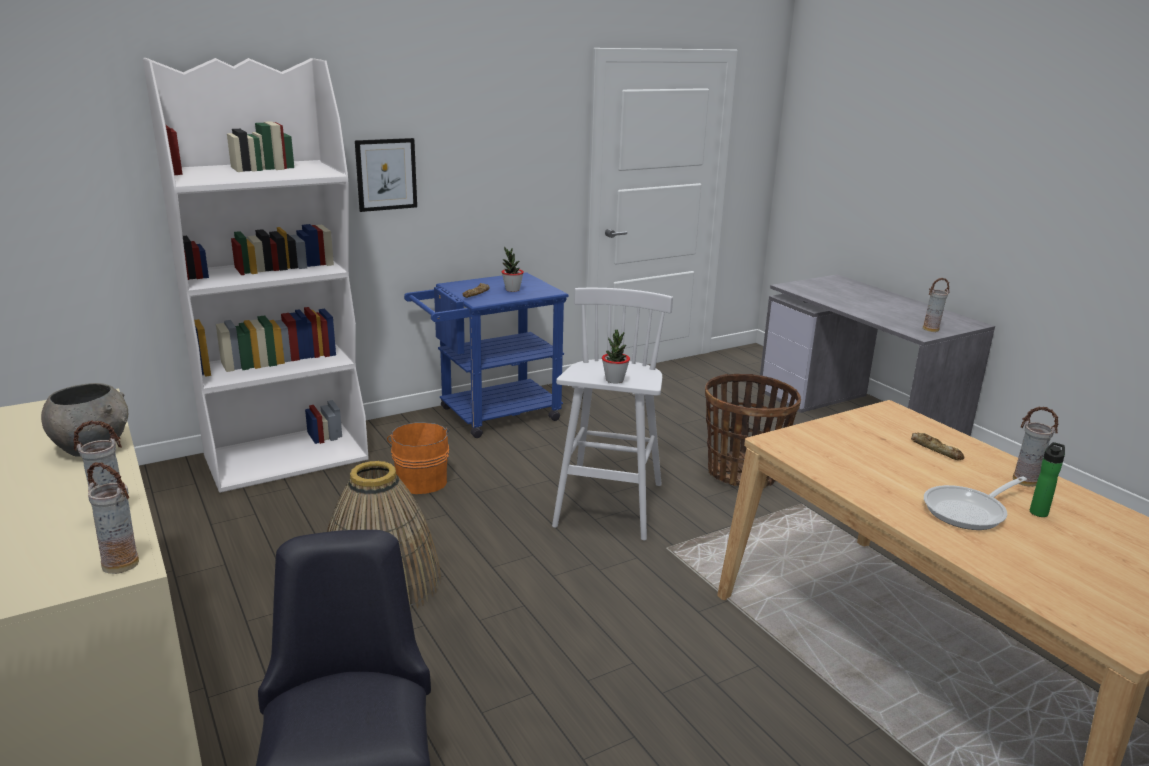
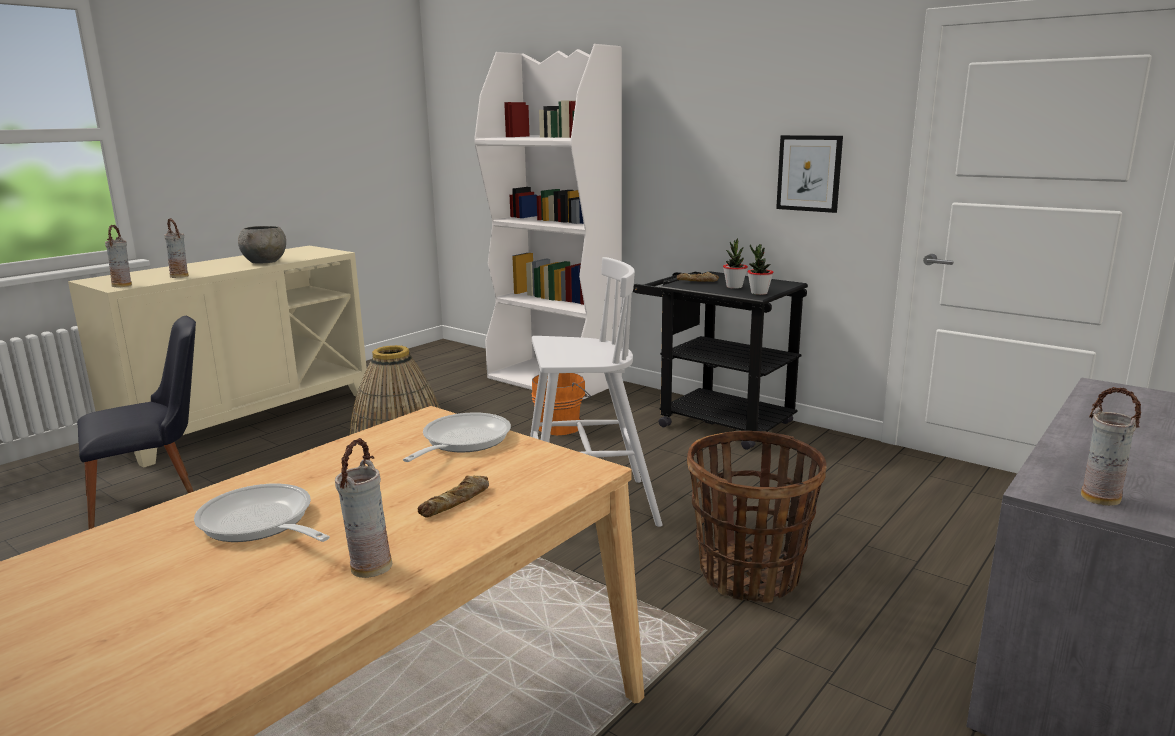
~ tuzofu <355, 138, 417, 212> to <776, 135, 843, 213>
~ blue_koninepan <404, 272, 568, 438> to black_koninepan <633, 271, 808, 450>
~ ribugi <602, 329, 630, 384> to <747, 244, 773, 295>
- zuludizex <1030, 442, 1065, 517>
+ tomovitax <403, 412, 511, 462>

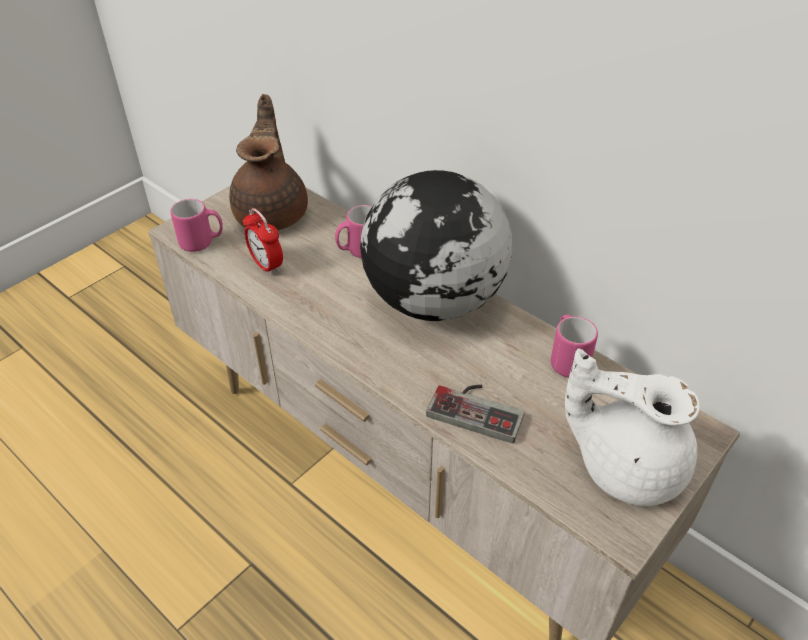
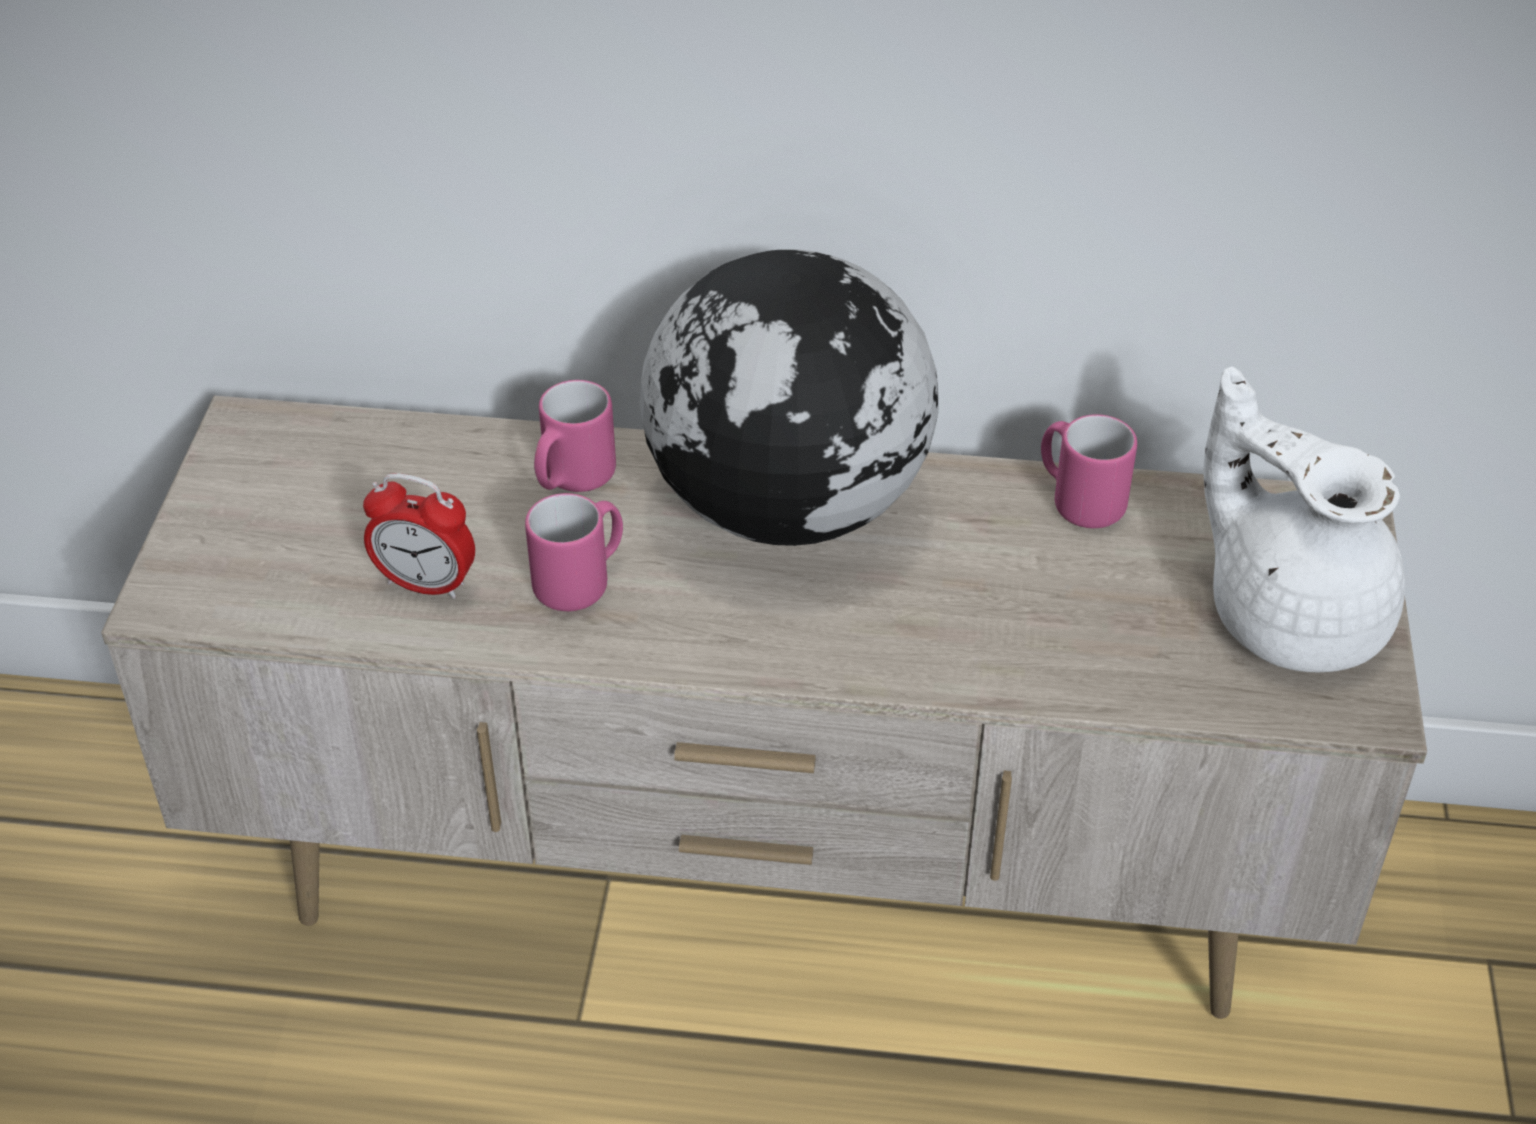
~ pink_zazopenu <170, 199, 223, 252> to <525, 493, 623, 611>
- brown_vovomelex <229, 94, 308, 230>
- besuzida <426, 385, 524, 444>
~ white_vovomelex <565, 348, 700, 506> = <1203, 367, 1405, 672> 60 degrees clockwise

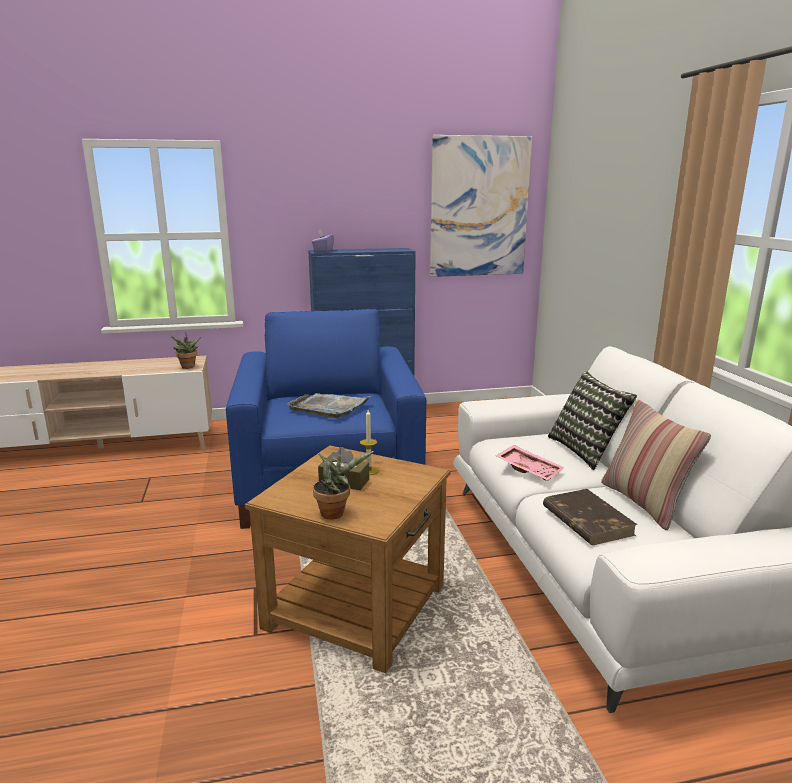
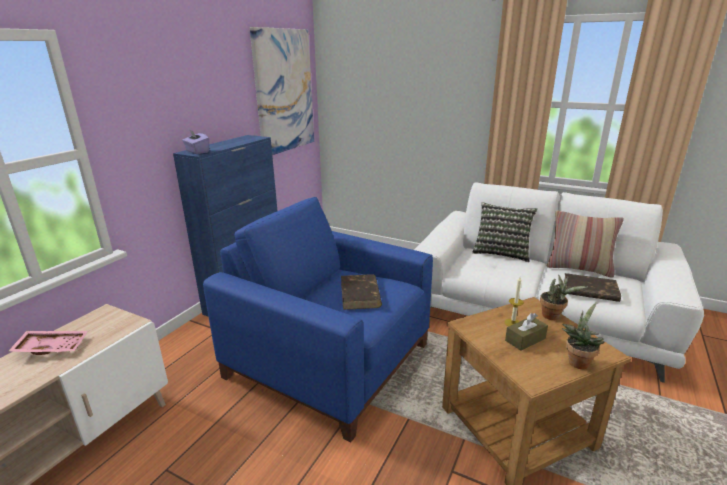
~ ribugi <171, 332, 201, 369> to <540, 275, 587, 320>
~ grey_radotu <287, 393, 371, 418> to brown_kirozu <341, 274, 382, 310>
~ pink_radotu <496, 445, 565, 481> to <8, 331, 88, 355>

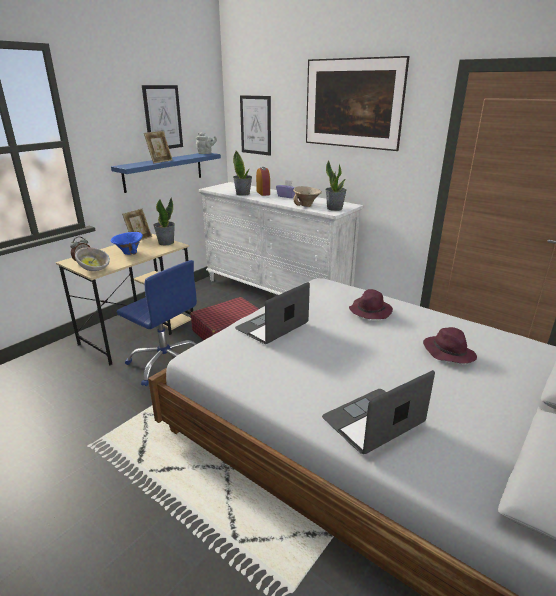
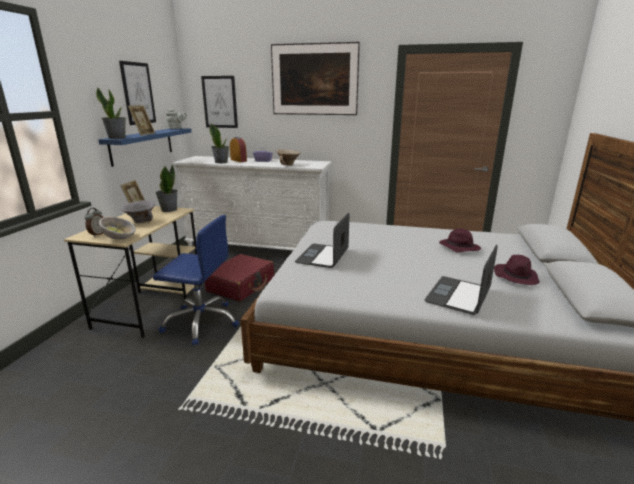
~ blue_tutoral <111, 232, 143, 255> to grey_tutoral <121, 200, 155, 223>
~ ribugi <325, 161, 347, 211> to <96, 87, 126, 139>
~ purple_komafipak <349, 289, 393, 319> to <494, 255, 540, 285>

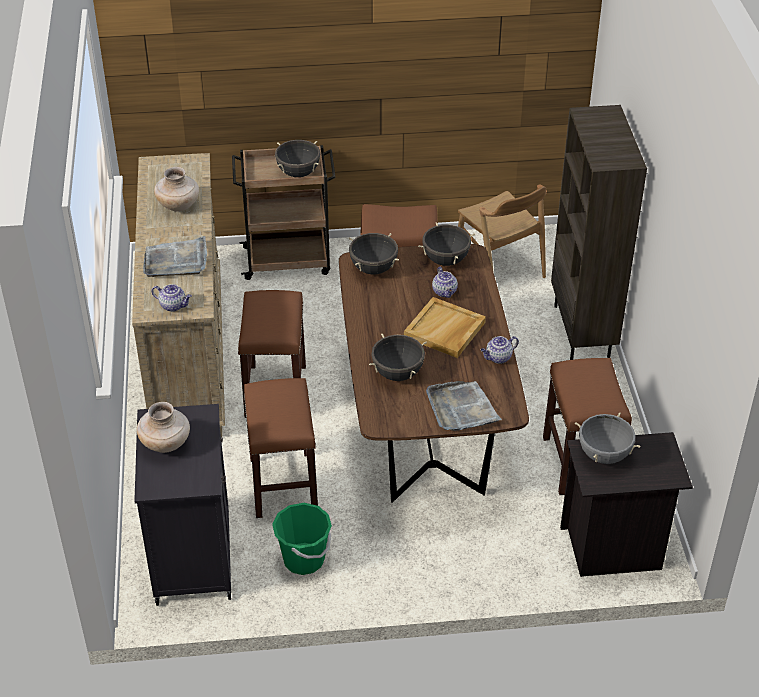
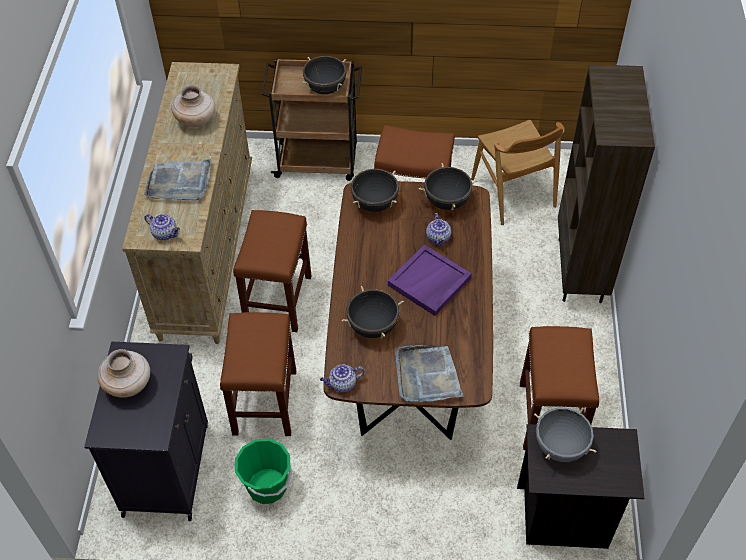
~ beige_radotu <404, 297, 486, 358> to purple_radotu <388, 244, 472, 316>
~ vovomelex <481, 336, 519, 364> to <320, 364, 364, 393>

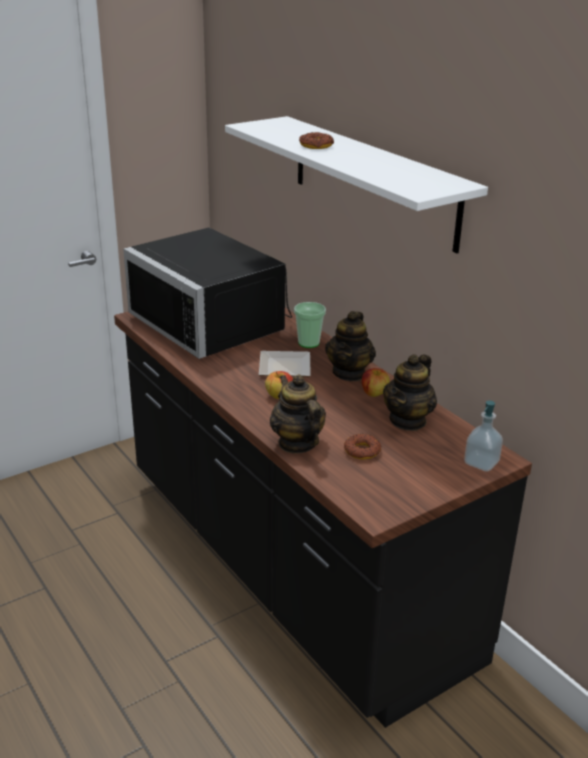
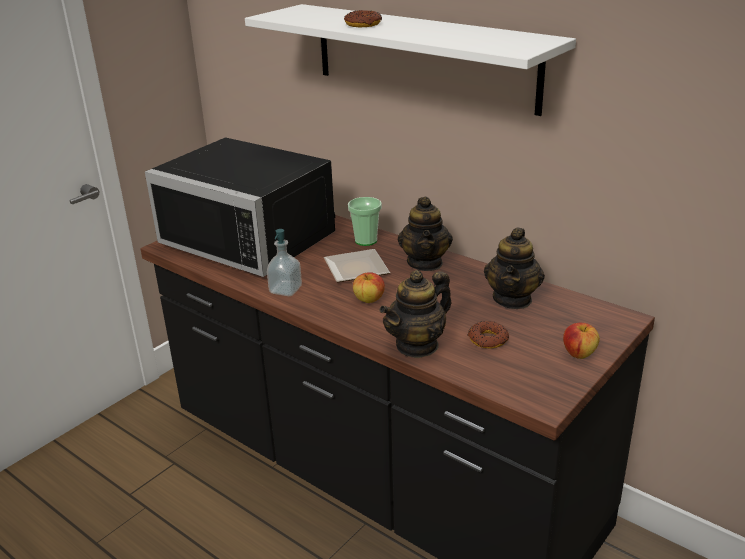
~ vovomelex <270, 374, 326, 454> = <379, 270, 452, 358> 90 degrees counterclockwise
~ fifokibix <362, 368, 390, 397> to <563, 323, 600, 359>
~ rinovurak <464, 401, 503, 472> to <267, 229, 302, 296>

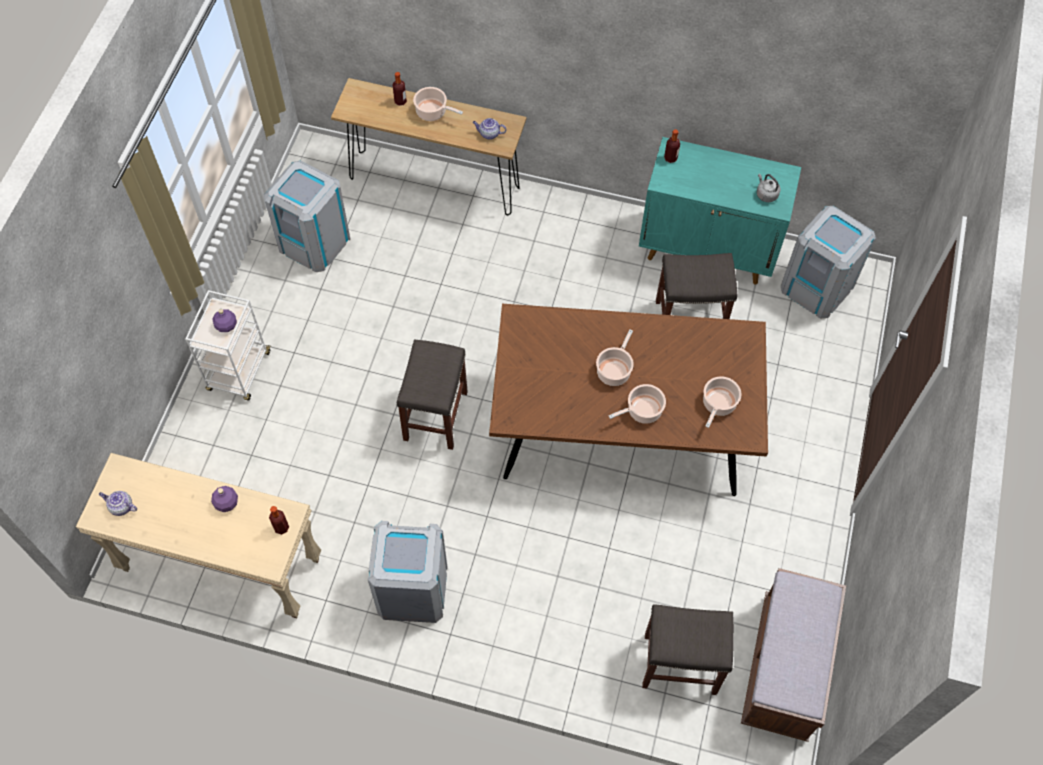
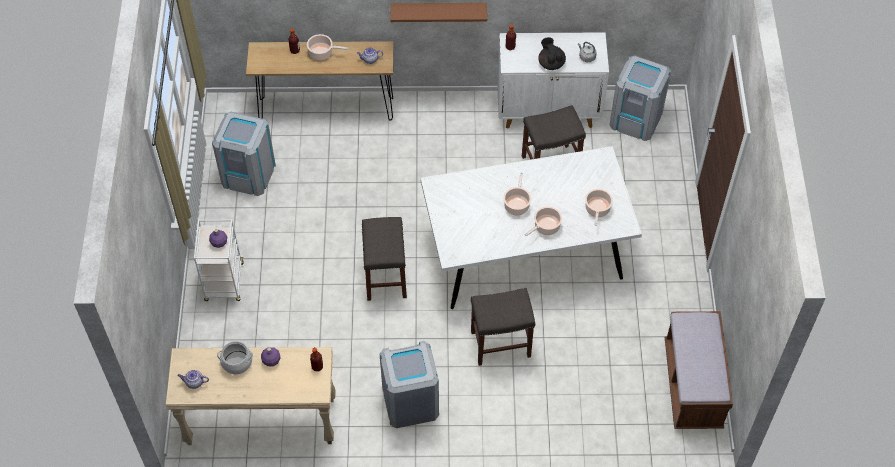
~ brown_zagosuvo <489, 304, 768, 496> to white_zagosuvo <420, 146, 642, 309>
~ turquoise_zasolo <639, 137, 801, 285> to white_zasolo <497, 32, 609, 129>
~ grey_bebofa <642, 604, 734, 695> to <471, 288, 535, 366>
+ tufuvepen <217, 341, 253, 375>
+ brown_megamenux <390, 3, 487, 22>
+ black_vovomelex <538, 37, 566, 70>

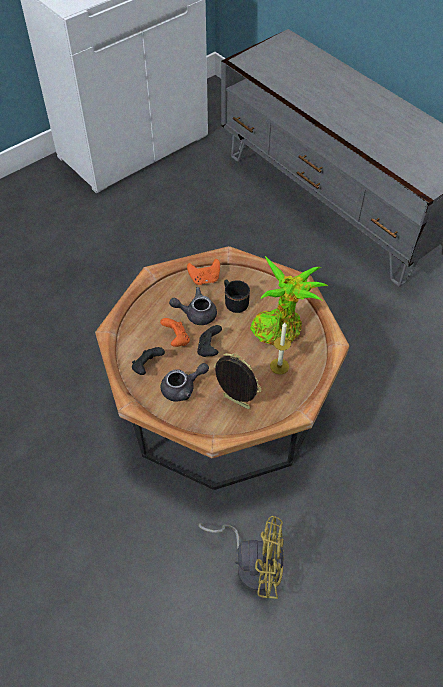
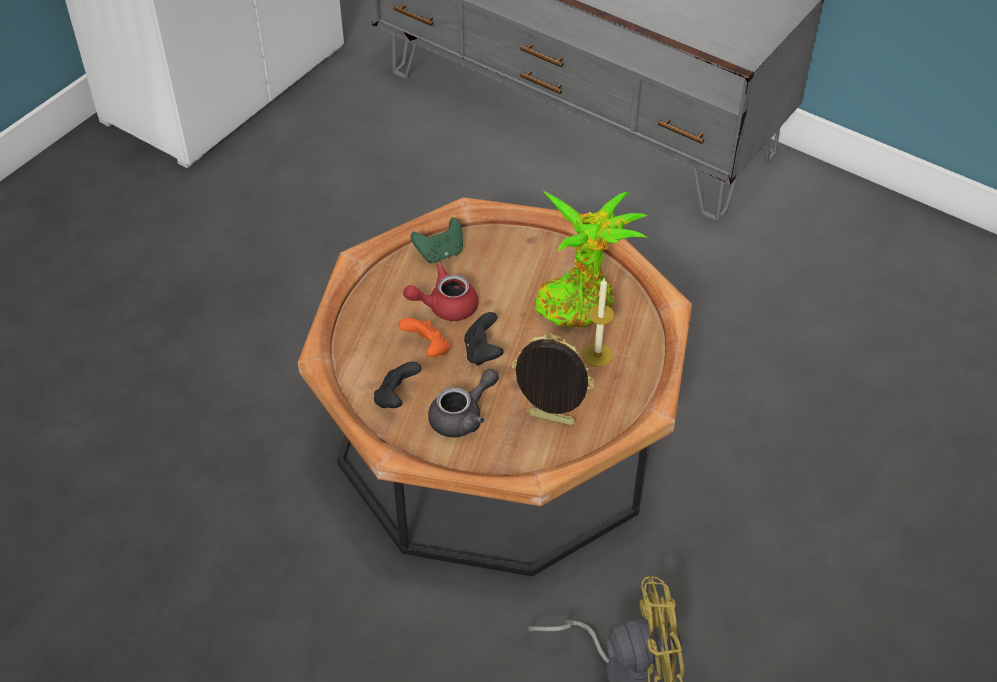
~ grey_vovomelex <169, 287, 217, 325> to red_vovomelex <403, 264, 478, 321>
~ orange_besuzida <187, 259, 220, 285> to green_besuzida <411, 217, 463, 263>
- black_zazopenu <224, 279, 250, 313>

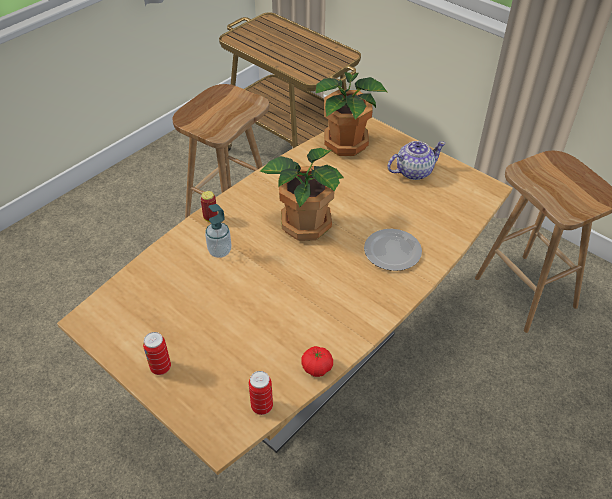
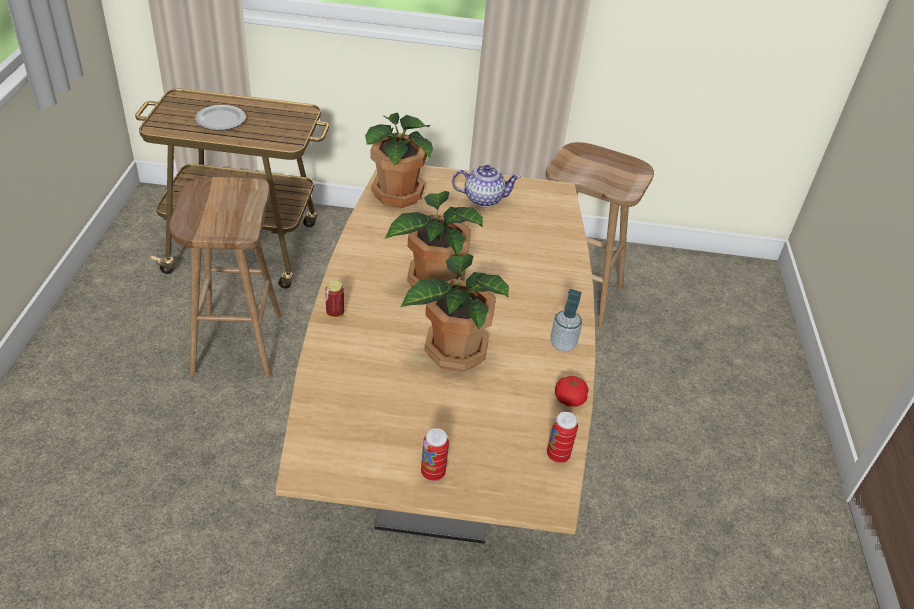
~ rinovurak <205, 204, 231, 258> to <550, 289, 582, 352>
~ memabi <364, 229, 422, 271> to <195, 105, 246, 130>
~ vovomelex <387, 141, 446, 180> = <452, 165, 521, 207> 60 degrees clockwise
+ ribugi <401, 254, 509, 372>

